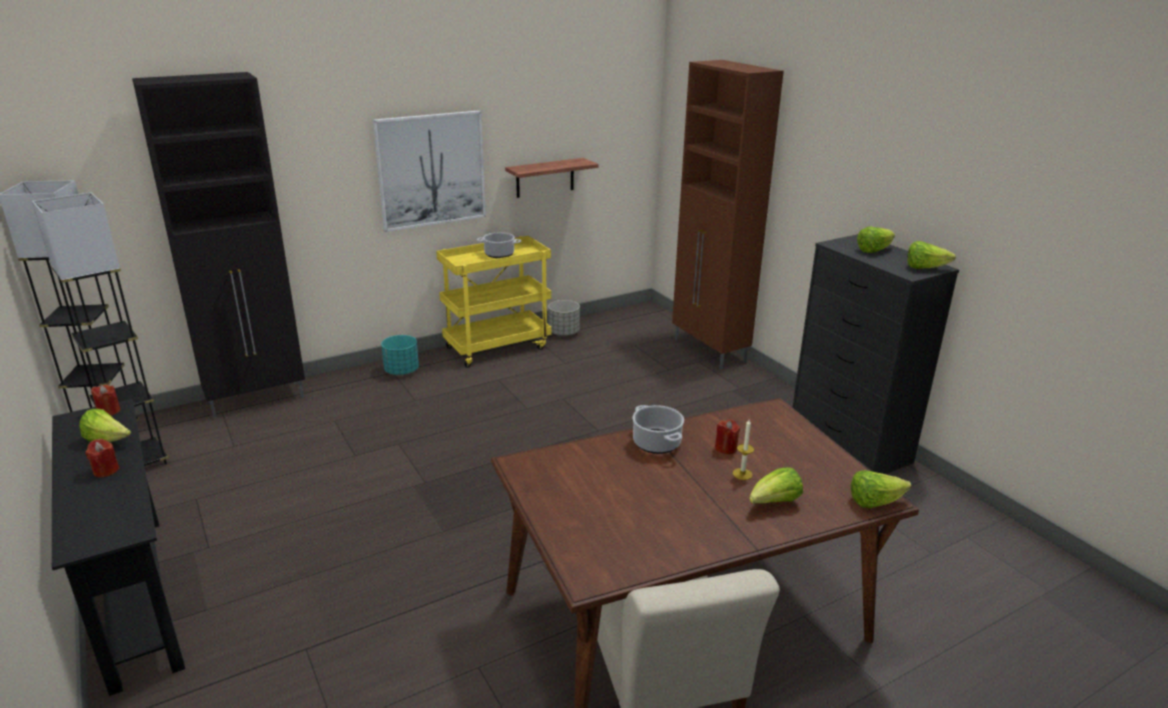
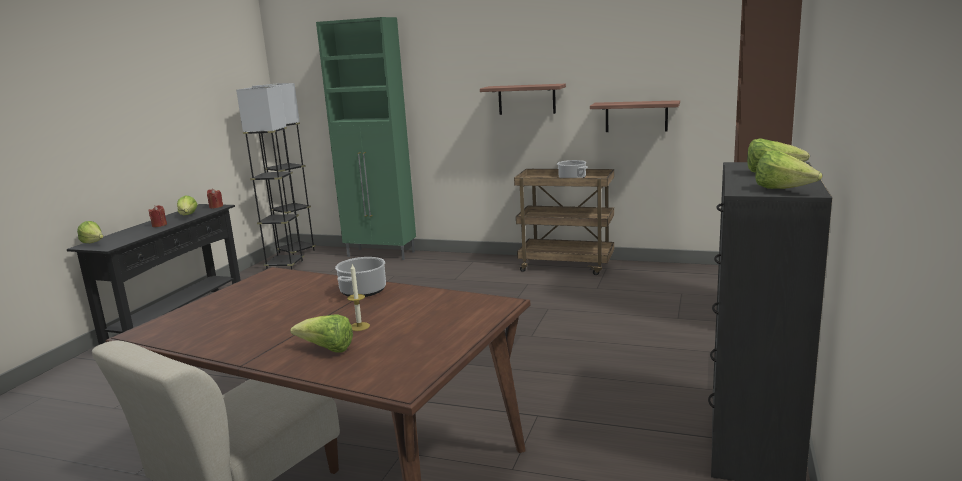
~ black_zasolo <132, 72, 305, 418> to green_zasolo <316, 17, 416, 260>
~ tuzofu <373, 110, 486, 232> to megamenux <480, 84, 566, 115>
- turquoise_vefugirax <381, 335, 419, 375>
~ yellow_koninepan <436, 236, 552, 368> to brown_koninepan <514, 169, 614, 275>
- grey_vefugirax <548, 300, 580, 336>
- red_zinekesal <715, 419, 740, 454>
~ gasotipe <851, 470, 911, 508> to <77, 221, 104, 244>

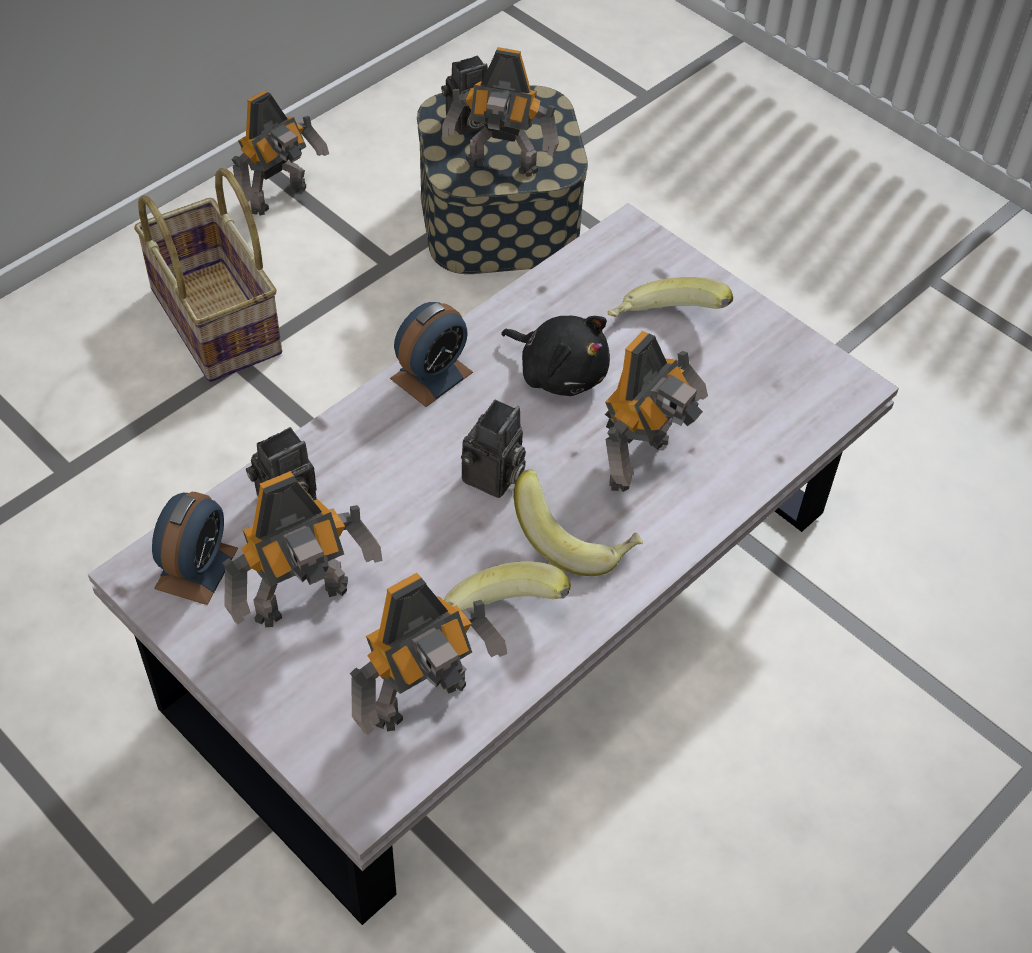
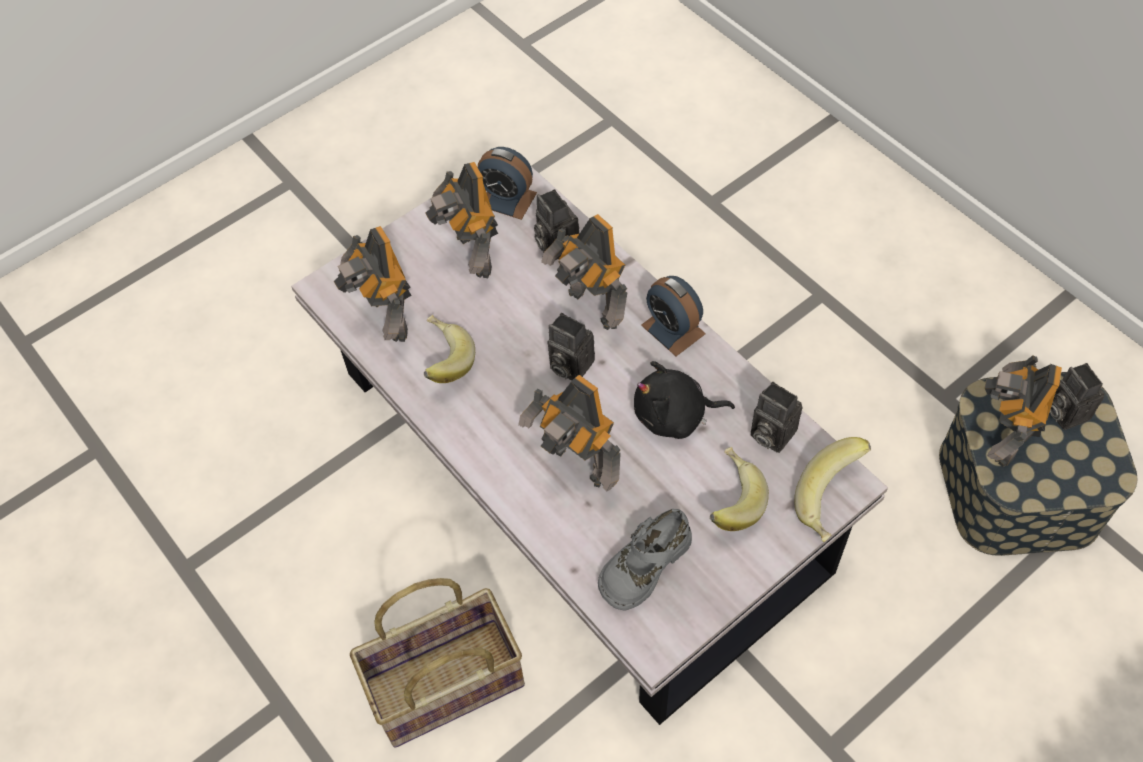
~ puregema <134, 168, 282, 382> to <350, 578, 525, 748>
~ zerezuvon <231, 90, 329, 215> to <541, 214, 627, 330>
~ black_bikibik <501, 316, 610, 396> = <634, 361, 735, 439> 45 degrees clockwise
~ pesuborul <514, 470, 643, 576> to <794, 437, 871, 542>
+ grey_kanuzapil <598, 509, 692, 610>
+ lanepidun <751, 382, 802, 453>

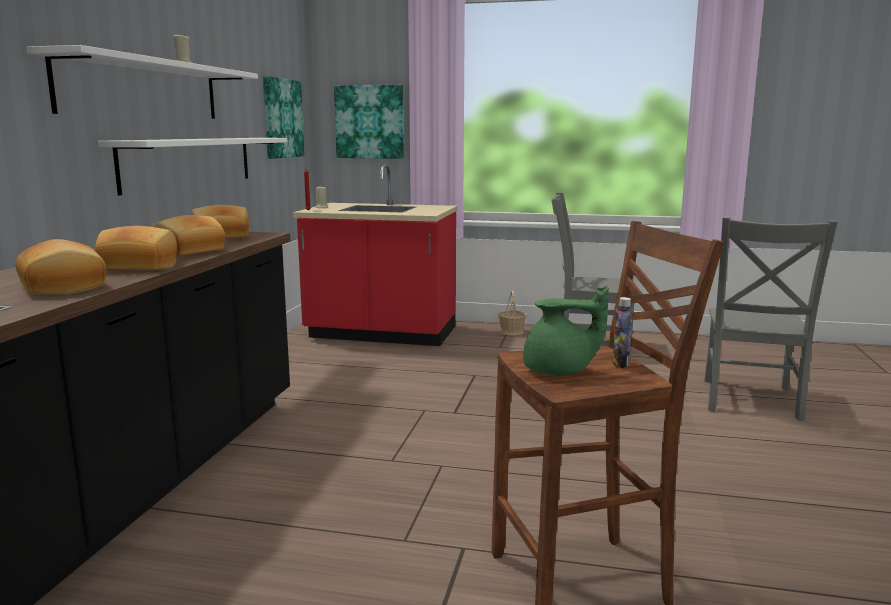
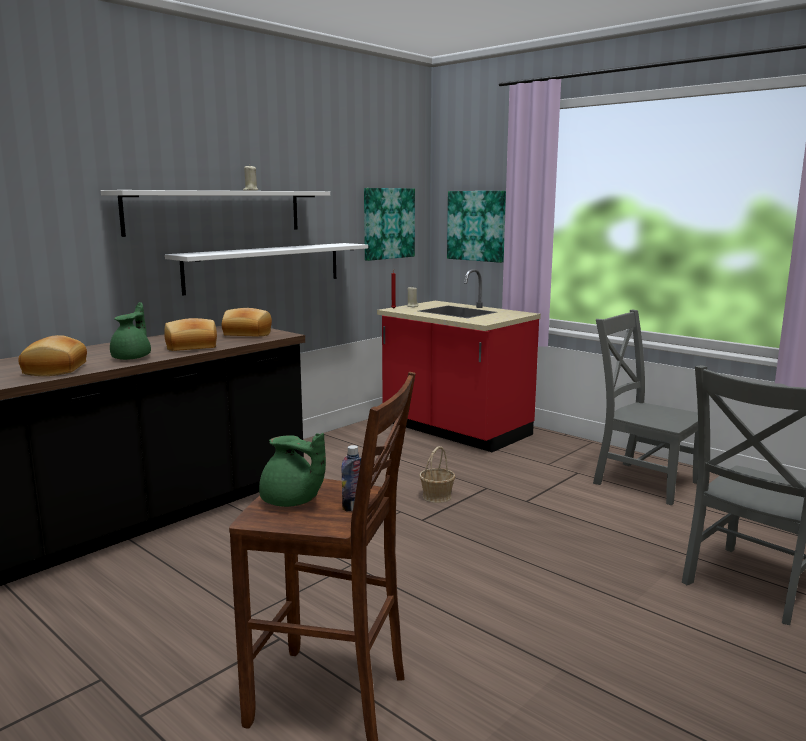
~ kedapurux <95, 226, 177, 270> to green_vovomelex <110, 302, 151, 360>
~ puregema <498, 291, 527, 335> to <419, 446, 455, 503>

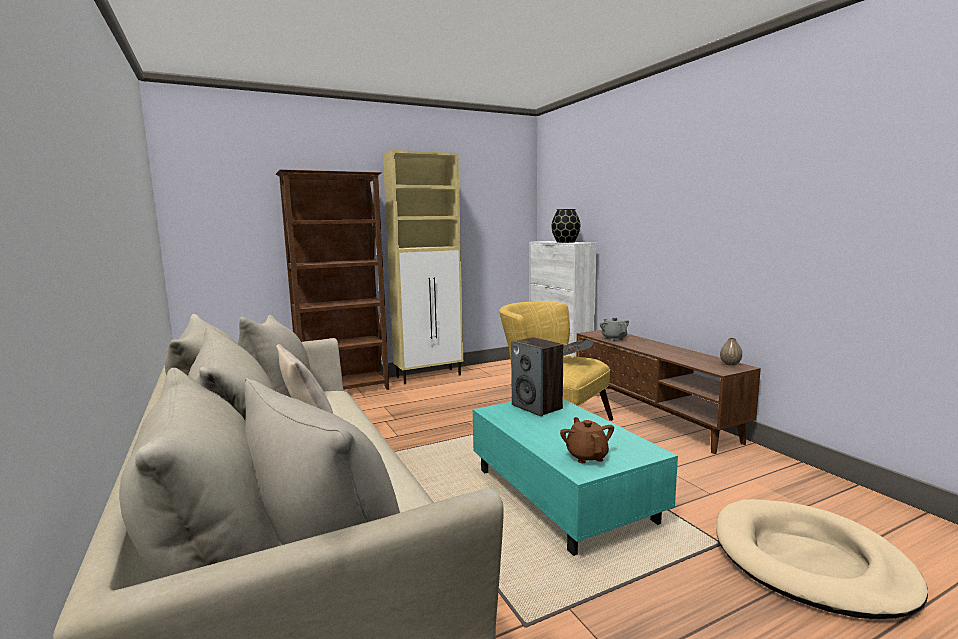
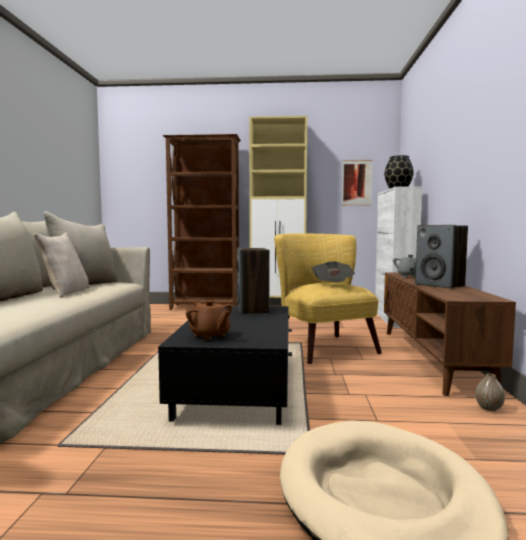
~ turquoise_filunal <473, 399, 678, 556> to black_filunal <158, 306, 292, 425>
~ brown_vovomelex <560, 417, 614, 463> = <186, 300, 232, 340> 120 degrees clockwise
~ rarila <720, 338, 742, 366> to <475, 374, 505, 411>
+ tuzofu <342, 160, 372, 206>
+ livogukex <415, 225, 468, 289>

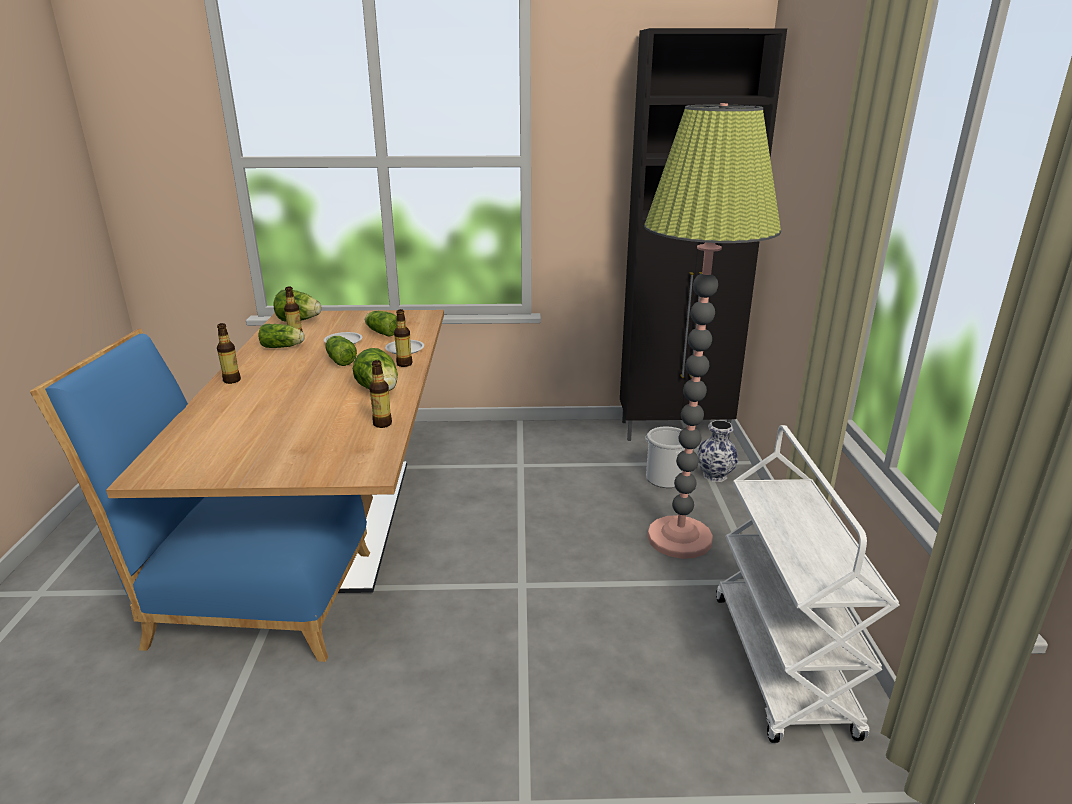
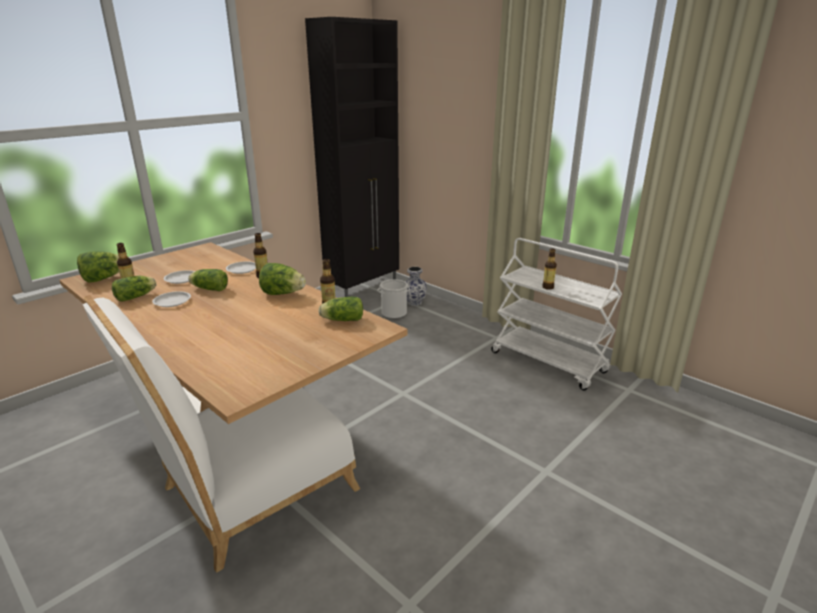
~ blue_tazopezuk <30, 329, 370, 662> to white_tazopezuk <83, 295, 360, 573>
~ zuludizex <217, 323, 241, 384> to <542, 249, 557, 290>
~ gasotipe <365, 311, 397, 337> to <318, 297, 363, 321>
- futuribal <644, 103, 781, 559>
+ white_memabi <152, 291, 191, 307>

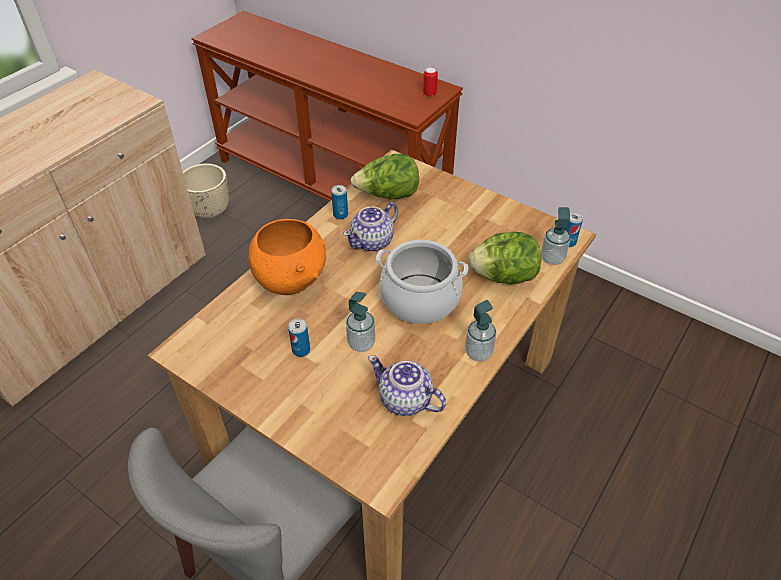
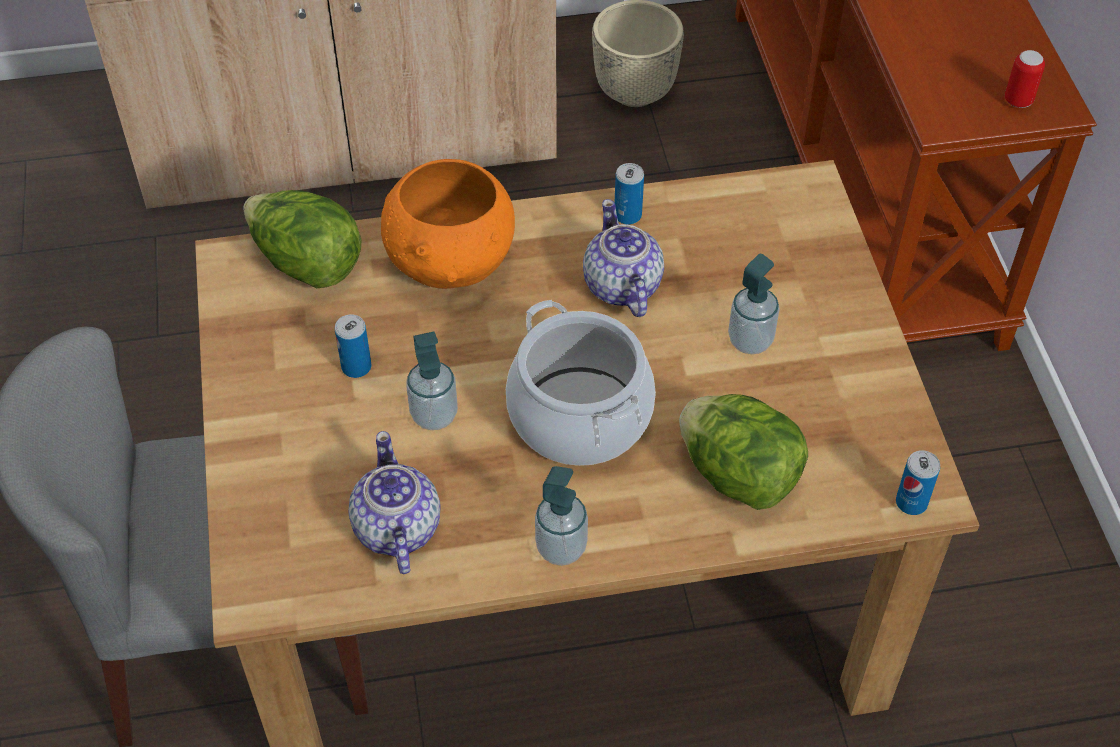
~ vovomelex <343, 202, 399, 252> = <583, 199, 664, 317> 75 degrees clockwise
~ gasotipe <350, 154, 419, 200> to <243, 190, 362, 288>
~ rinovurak <541, 207, 570, 265> to <728, 254, 780, 354>

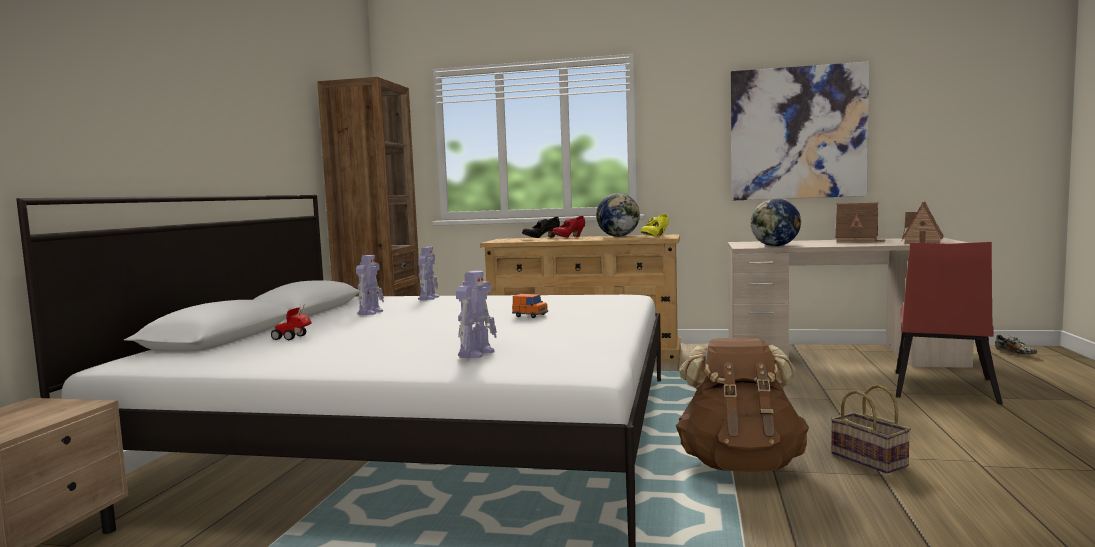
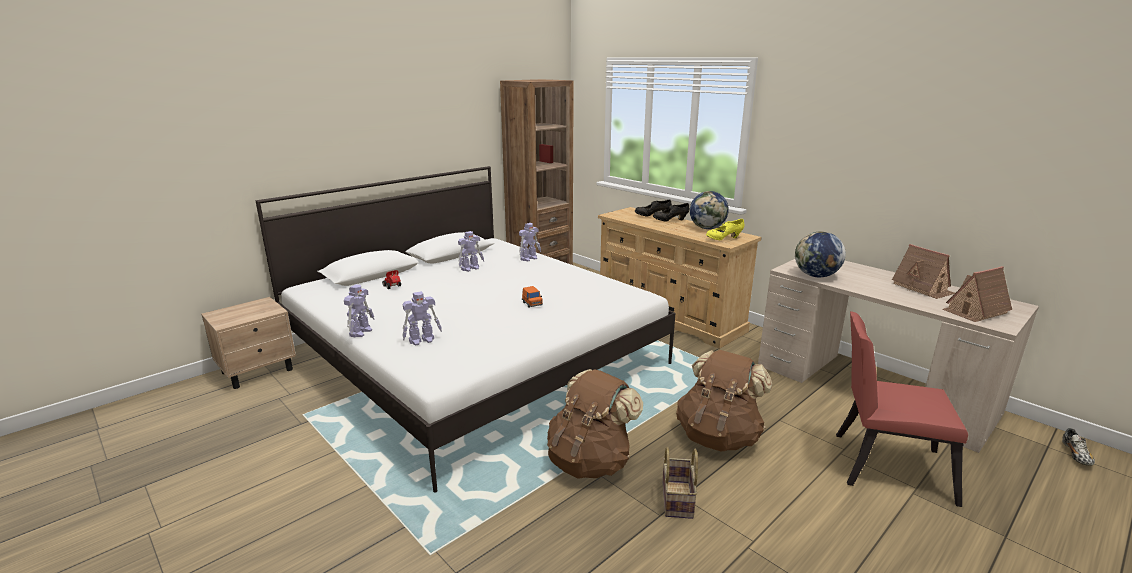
~ red_kanuzapil <552, 216, 585, 237> to black_kanuzapil <653, 203, 690, 221>
- tuzofu <731, 62, 869, 201>
~ red_tazopezuk <896, 242, 1003, 404> = <836, 311, 968, 507> 45 degrees clockwise
+ zerezuvon <344, 284, 374, 338>
+ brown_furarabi <676, 350, 772, 452>

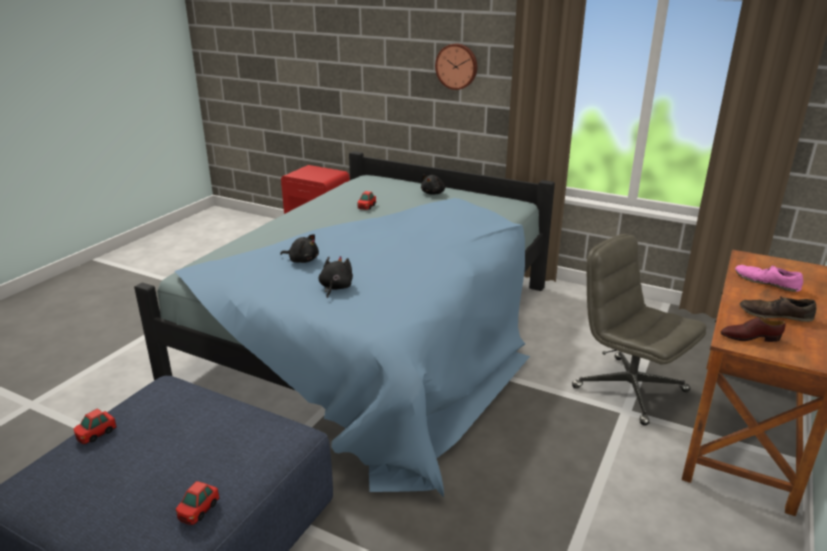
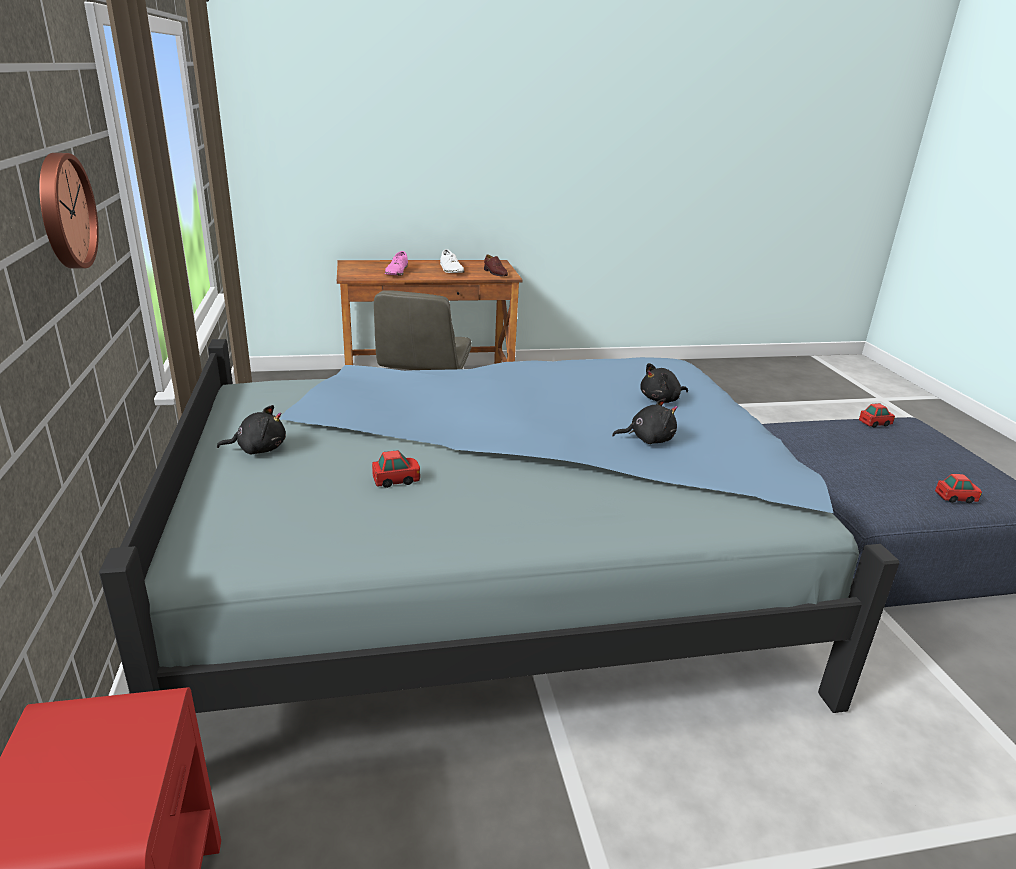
~ black_bikibik <280, 234, 319, 263> = <612, 398, 678, 444> 105 degrees clockwise
~ brown_kanuzapil <740, 297, 816, 322> to white_kanuzapil <440, 249, 465, 273>

